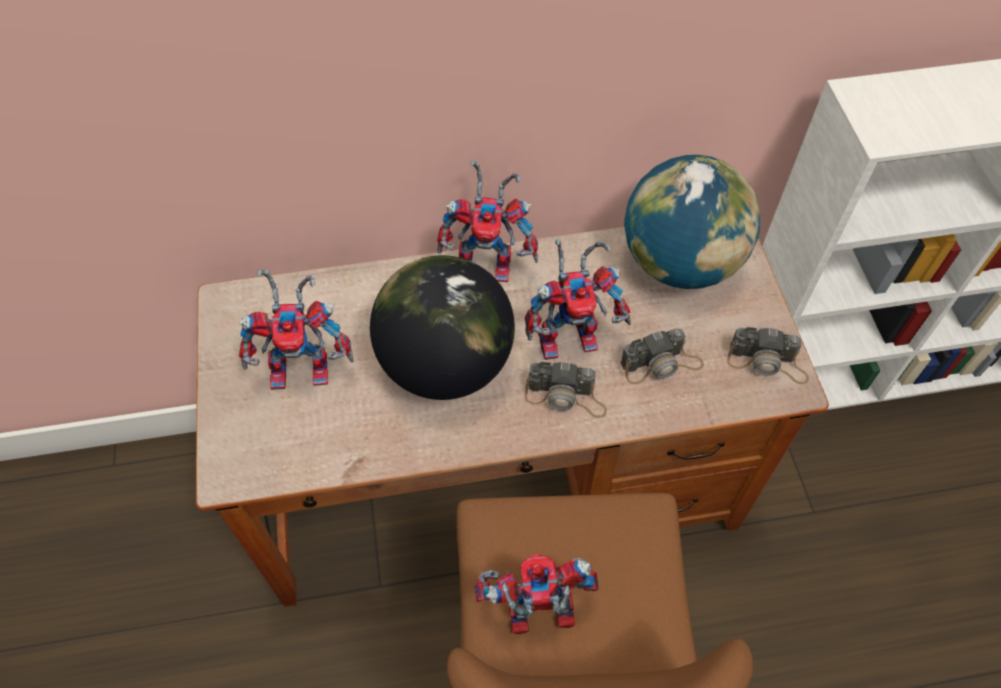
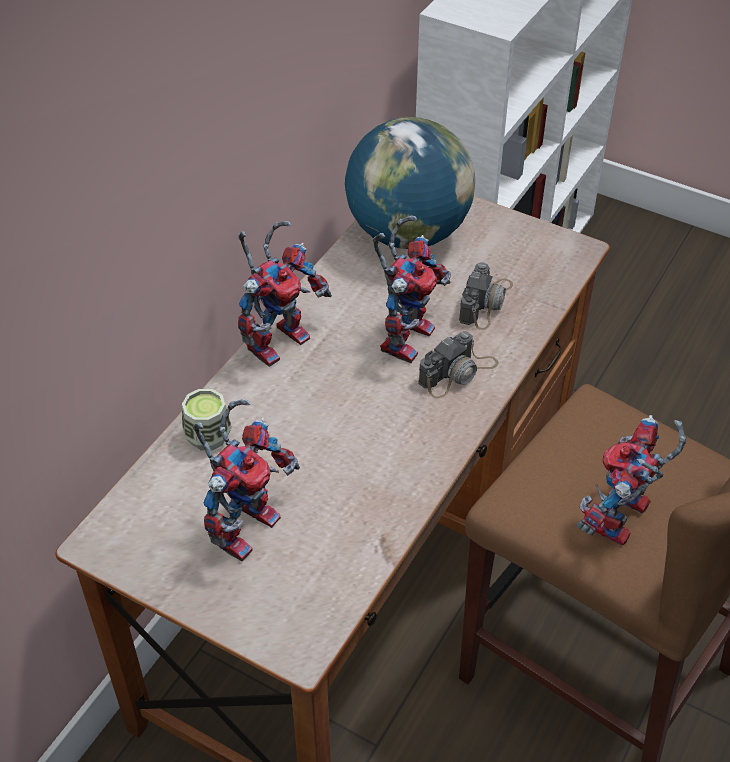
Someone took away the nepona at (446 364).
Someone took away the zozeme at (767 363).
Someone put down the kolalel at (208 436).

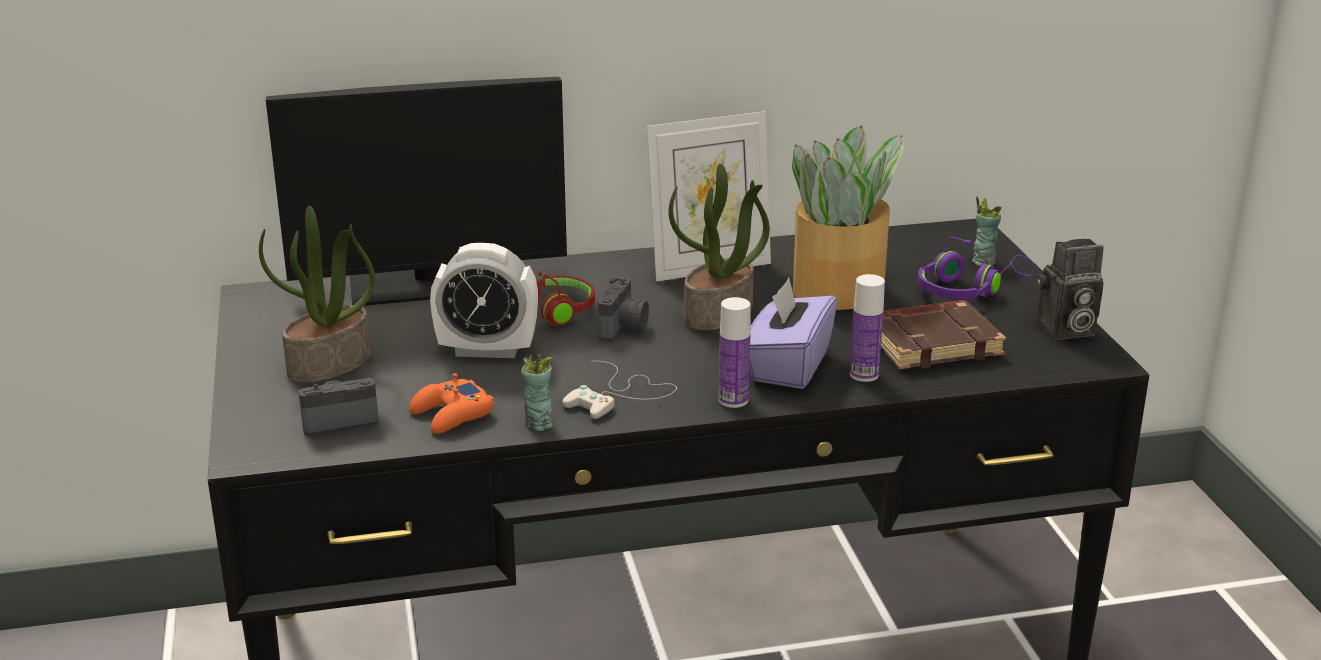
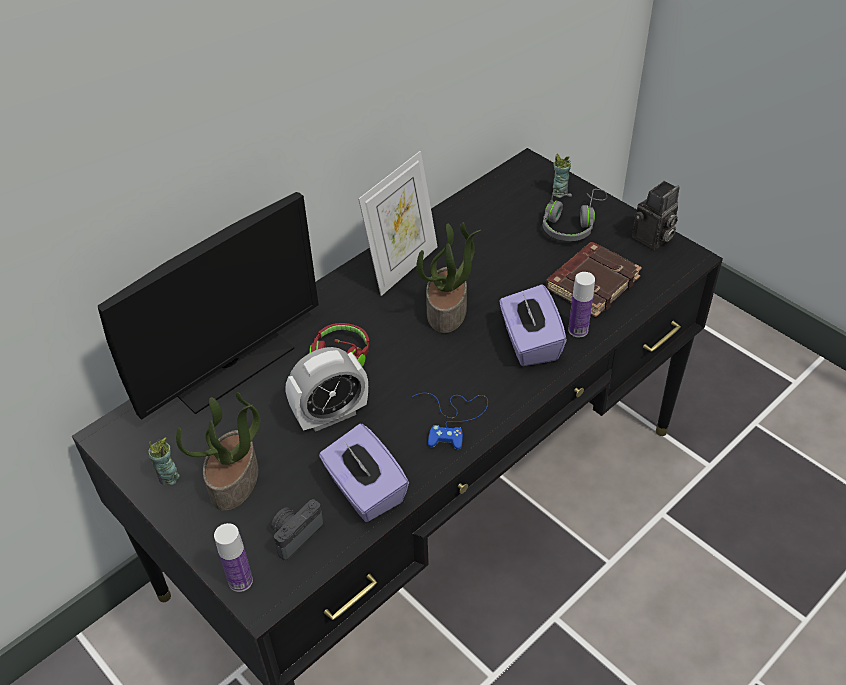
Someone swapped the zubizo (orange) at (451 415) for the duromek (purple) at (365 490).
Someone carried the kolalel from (538 423) to (168 477).
Someone repainted the zubizo (white) at (620 395), which became the zubizo (blue) at (454 418).
Someone took away the zozeme at (624 327).
Someone carried the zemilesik from (733 400) to (240 581).
Someone took away the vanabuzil at (840 290).
Someone repainted the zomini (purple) at (968 290), which became the zomini (grey) at (572 223).

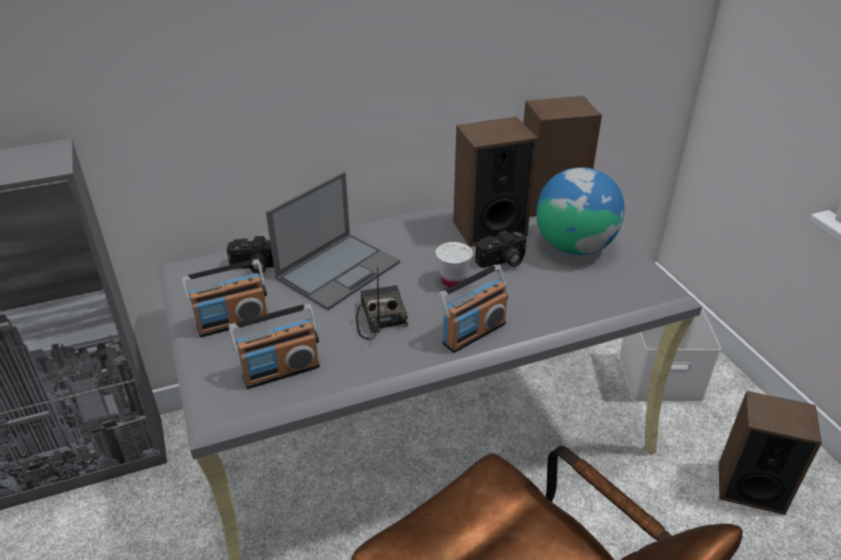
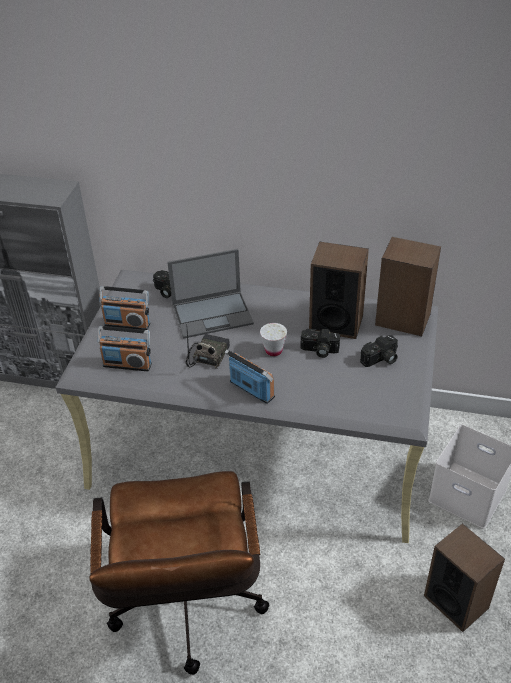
Someone rotated the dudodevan at (473 333) by 135 degrees counterclockwise.
Someone swapped the nepona at (574 246) for the zozeme at (381 359).

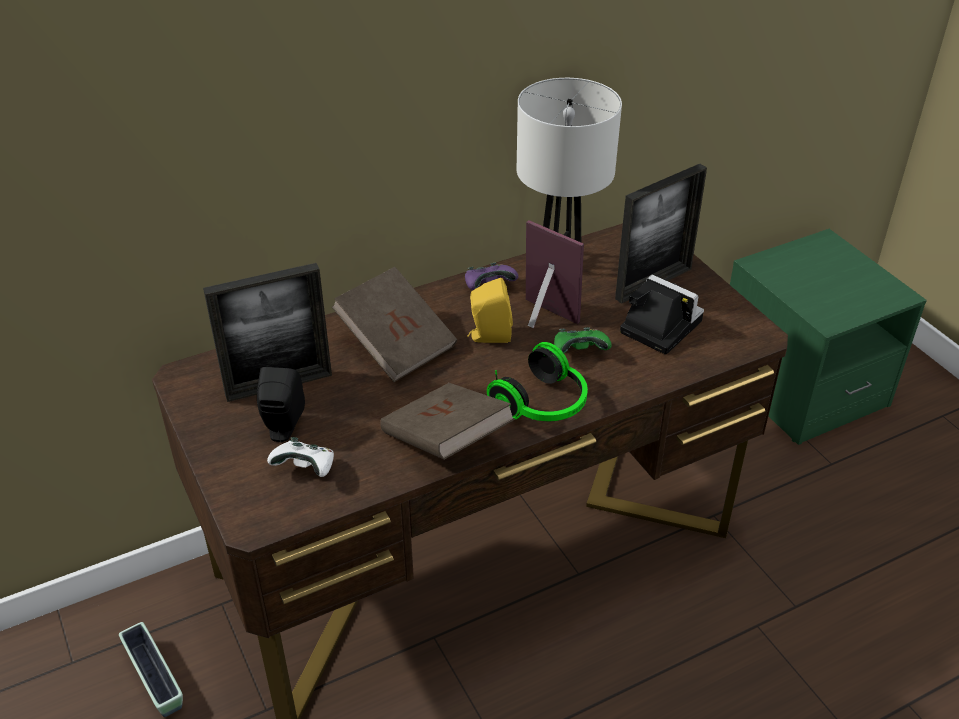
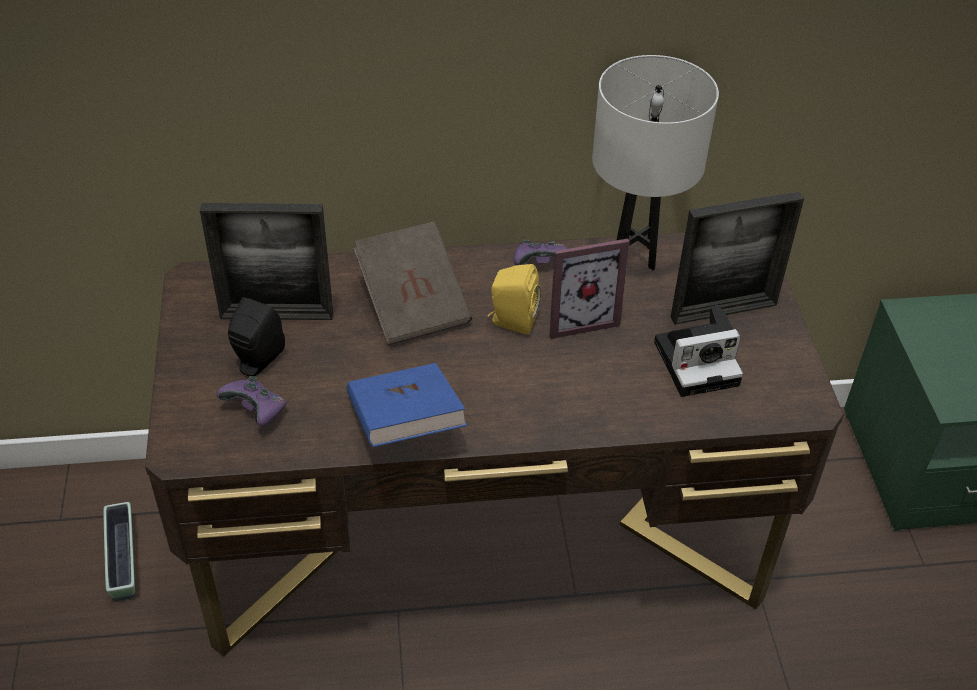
Someone repainted the zubizo (white) at (306 469), which became the zubizo (purple) at (256 412).
Someone repainted the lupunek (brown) at (446 441), which became the lupunek (blue) at (405 425).
Someone took away the zomini at (543 405).
Someone rotated the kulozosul at (542 319) by 105 degrees clockwise.
Someone took away the zubizo (green) at (579 352).
Someone rotated the zozeme at (657 326) by 105 degrees clockwise.

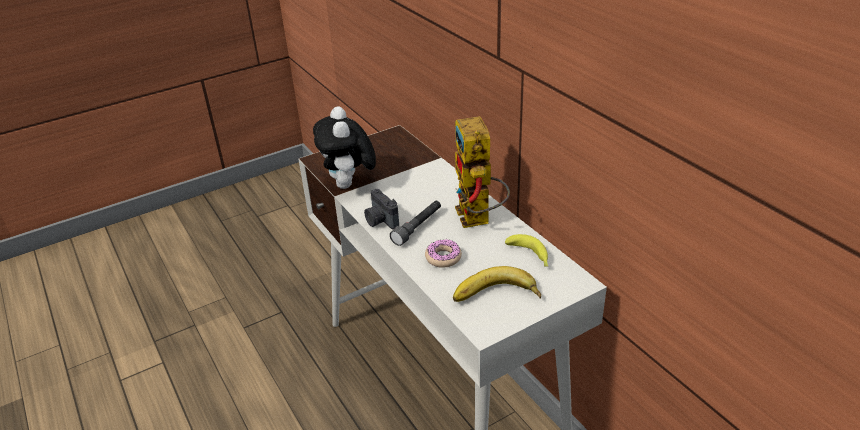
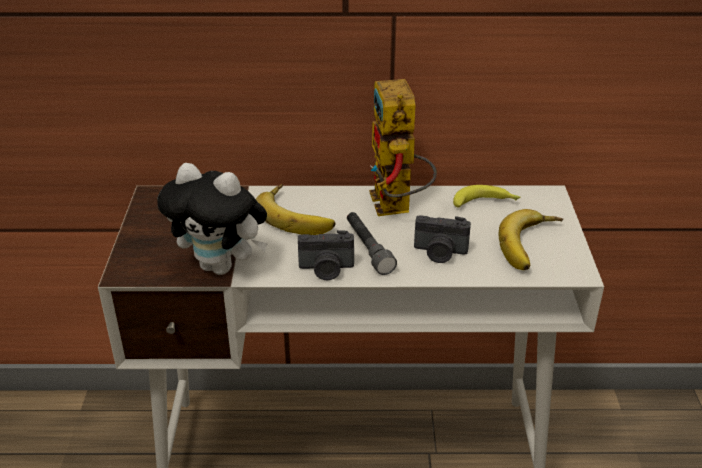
Someone swapped the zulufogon at (443 258) for the zozeme at (440 253).
Someone rotated the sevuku at (478 220) by 60 degrees clockwise.
Someone put down the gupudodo at (297 215).

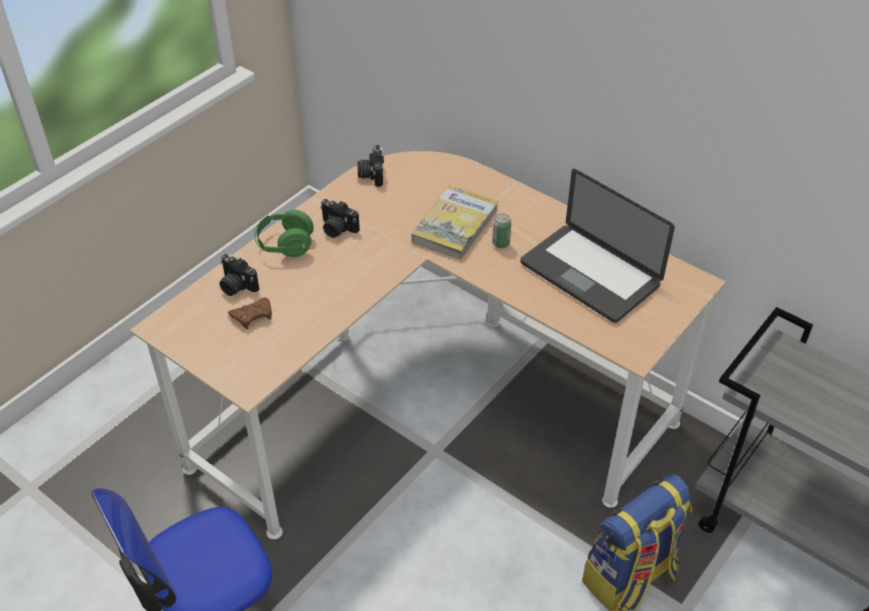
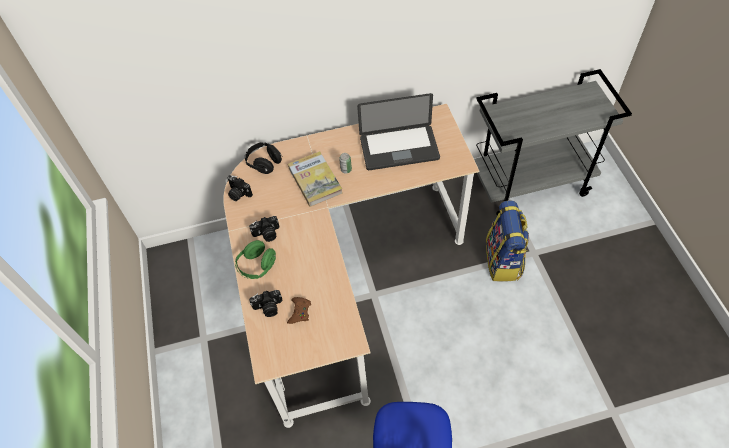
Someone put down the zomini (black) at (264 163).

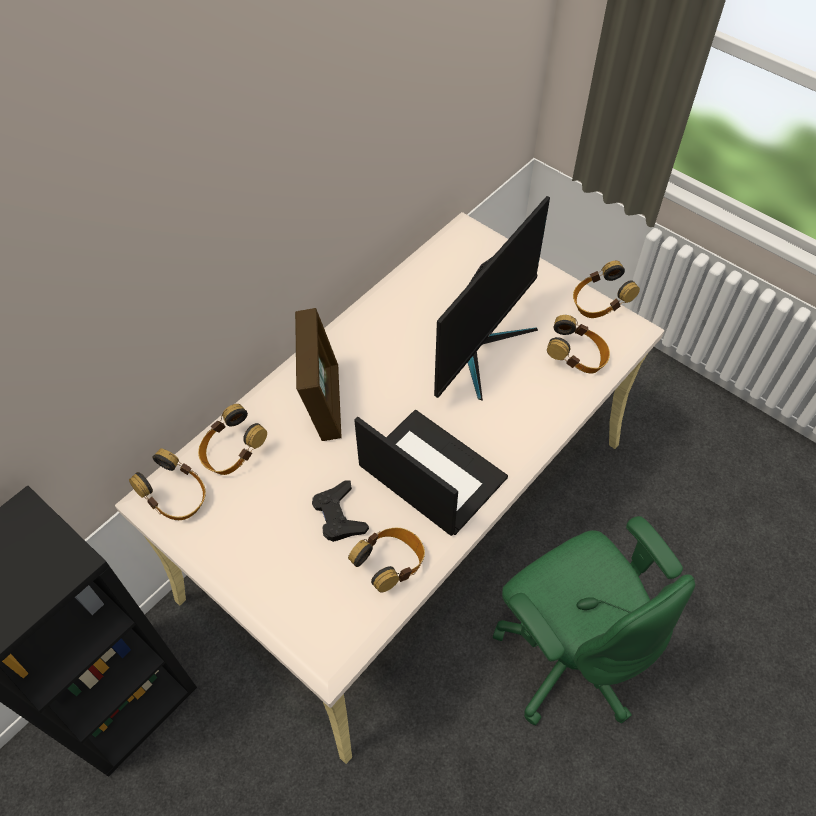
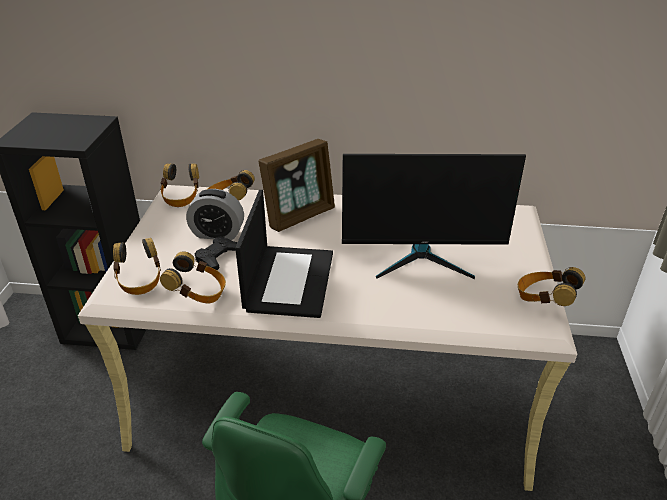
Someone carried the zomini from (576 358) to (140 280).
Someone put down the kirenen at (217 234).

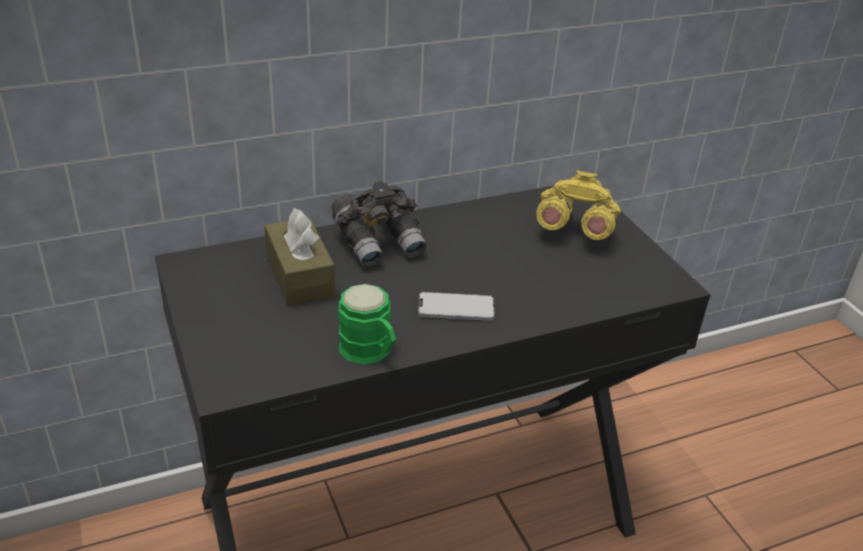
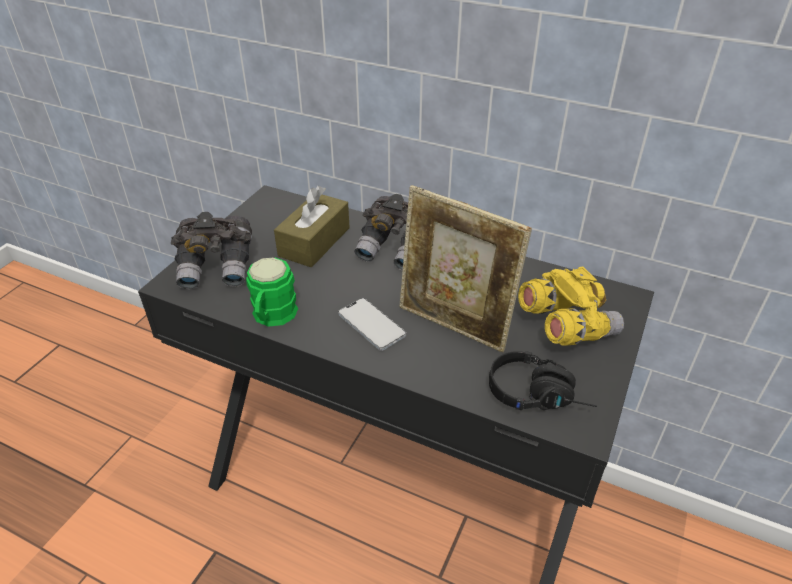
Someone put down the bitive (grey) at (217 267).
Someone put down the kulozosul at (454 325).
Someone put down the zomini (black) at (539 395).

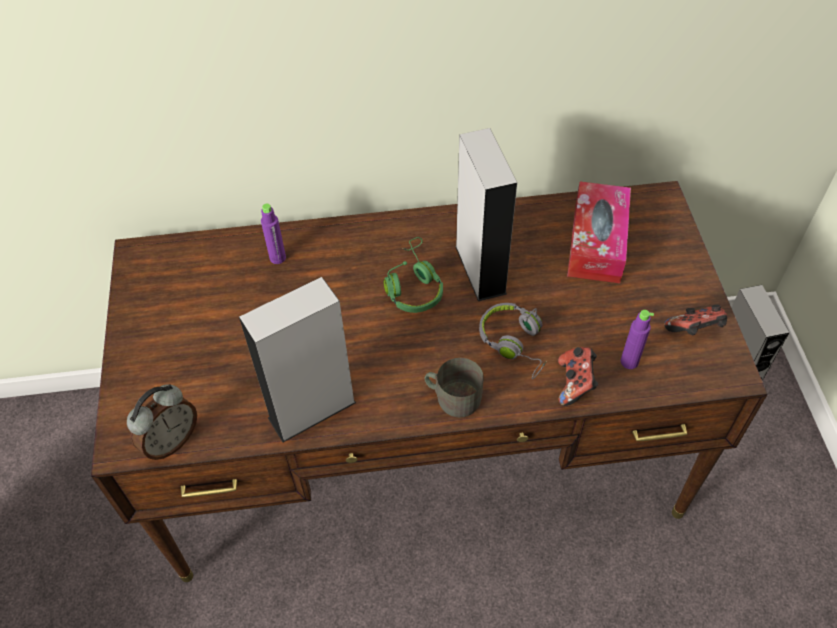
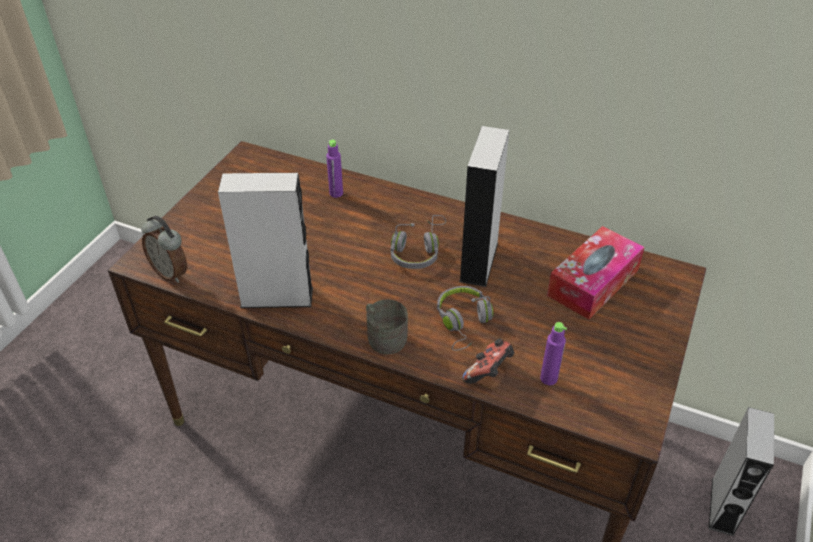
Someone rotated the kirenen at (171 441) by 60 degrees clockwise.
Someone repainted the zomini (green) at (413 285), which became the zomini (grey) at (418 250).
Someone took away the zubizo at (694 331).

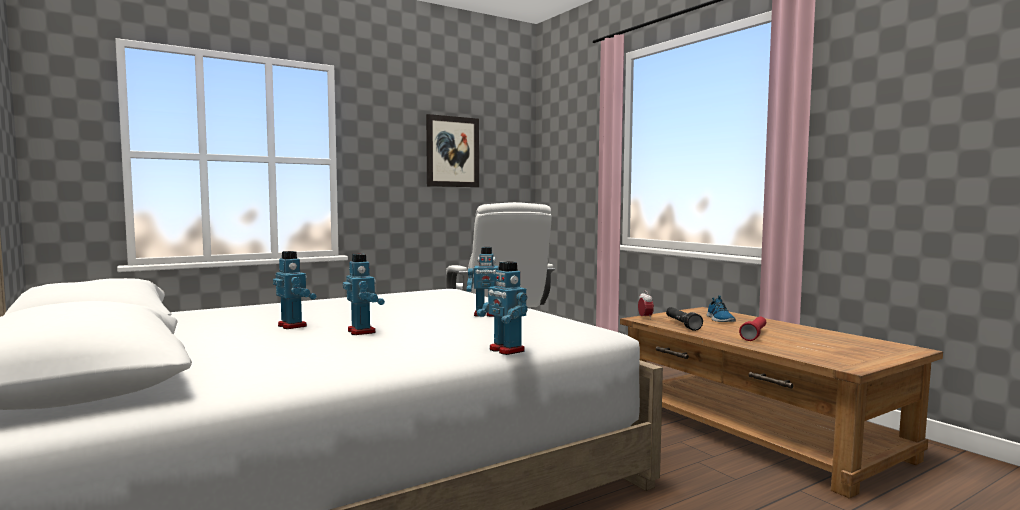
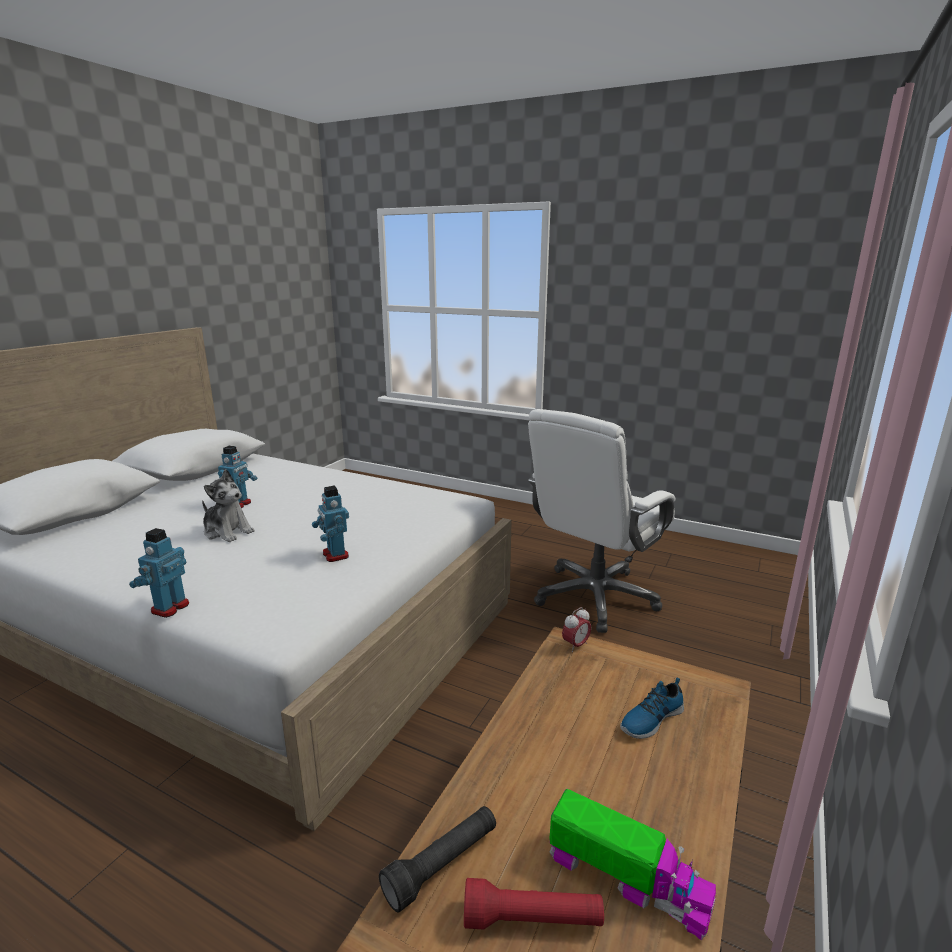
Someone swapped the sevuku at (362 331) for the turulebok at (227 531).
Someone took away the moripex at (452 152).
Someone carried the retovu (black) from (682 324) to (442 865).
Someone carried the retovu (red) from (754 335) to (532 920).
Someone put down the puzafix at (628 878).

